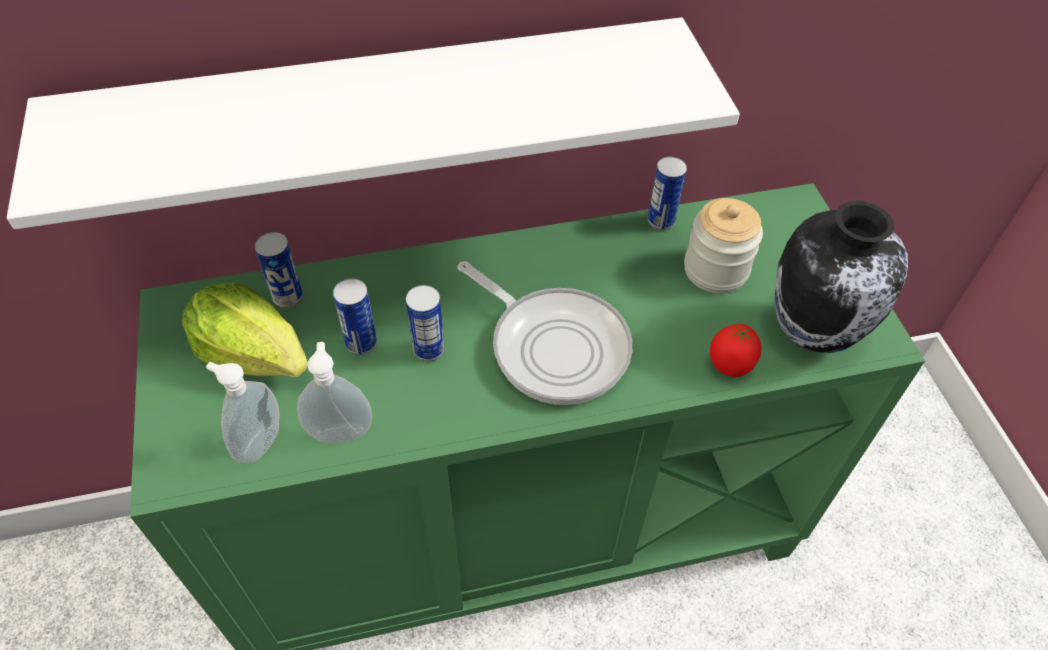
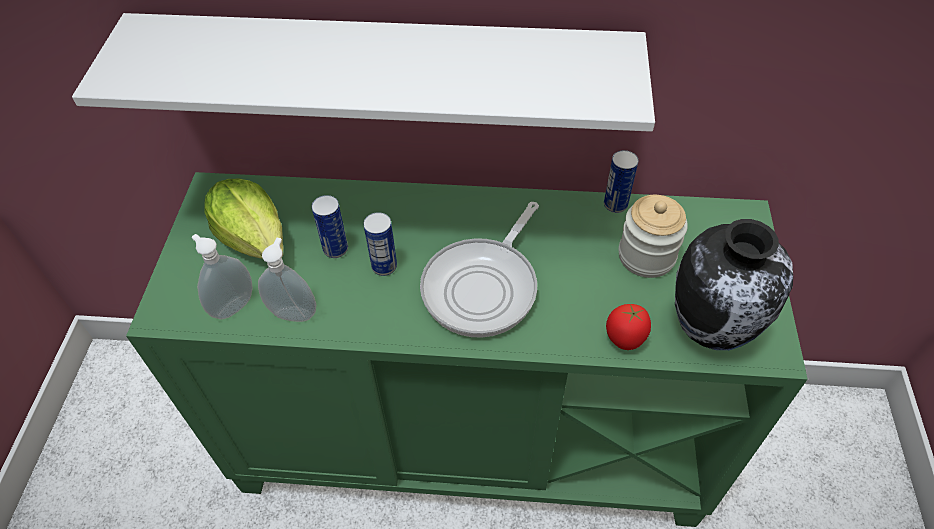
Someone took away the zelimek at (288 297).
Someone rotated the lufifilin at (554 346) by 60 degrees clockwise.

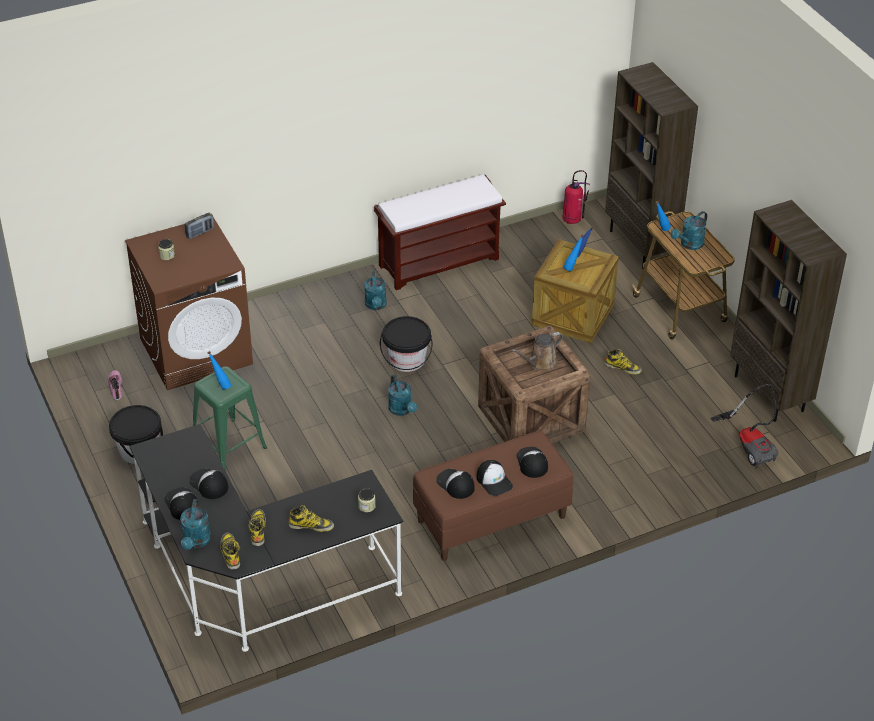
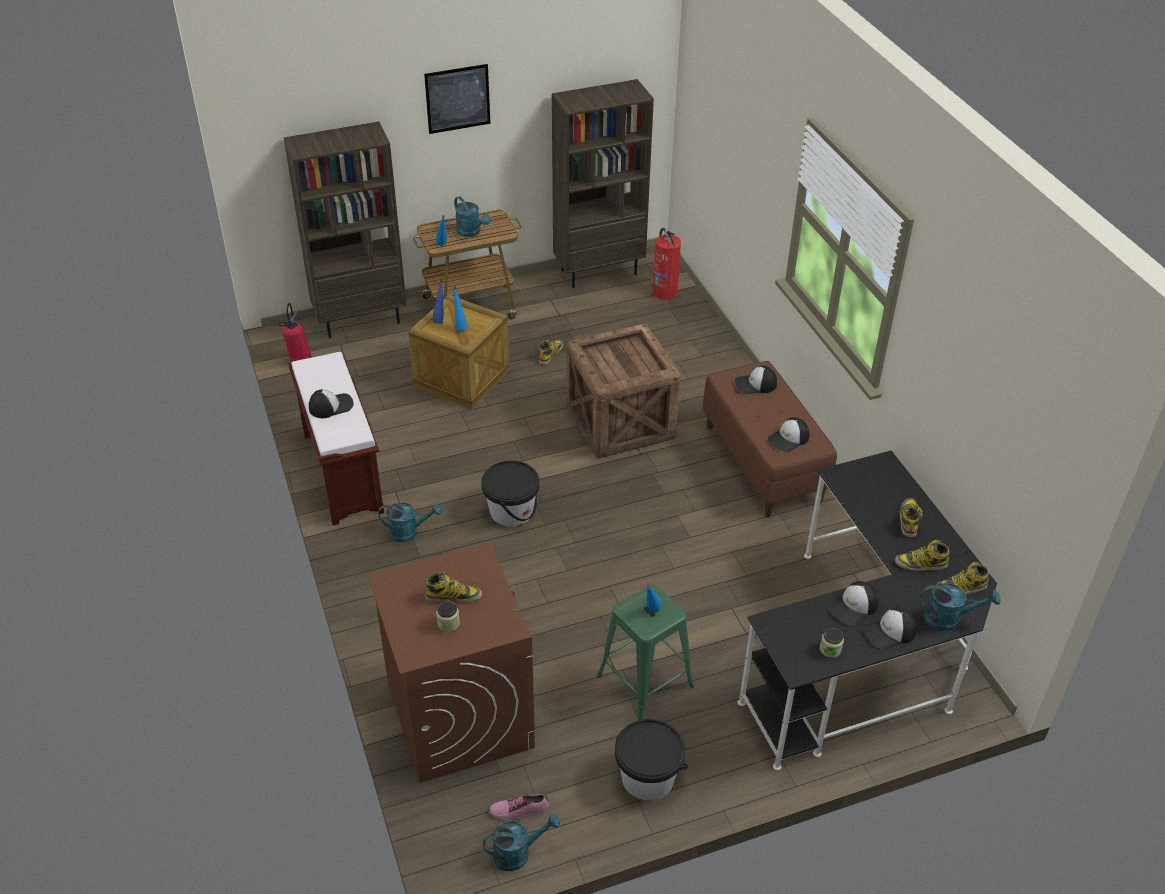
Someone took away the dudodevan at (200 232).
Someone carried the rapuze from (366 506) to (830 649).
Someone carried the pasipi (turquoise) from (402 410) to (518 853).
Someone carried the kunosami from (494 481) to (331 406).
Someone took away the pasipi (brown) at (540 363).
Someone swapped the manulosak at (750 444) for the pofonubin at (664 291).
Someone put up the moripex at (457 98).
Someone put down the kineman at (453 596).

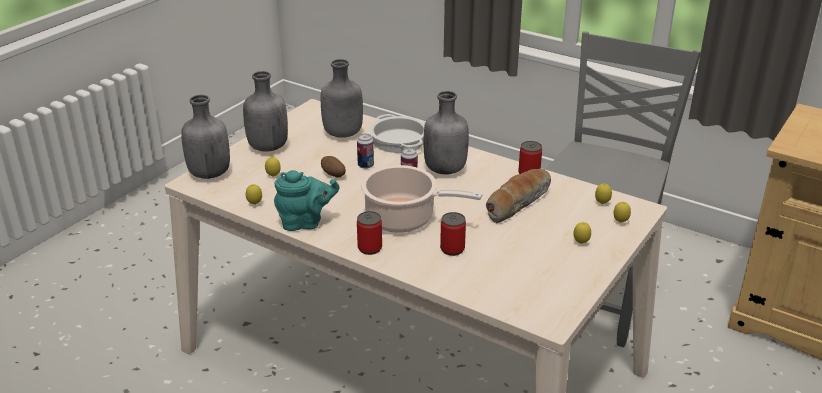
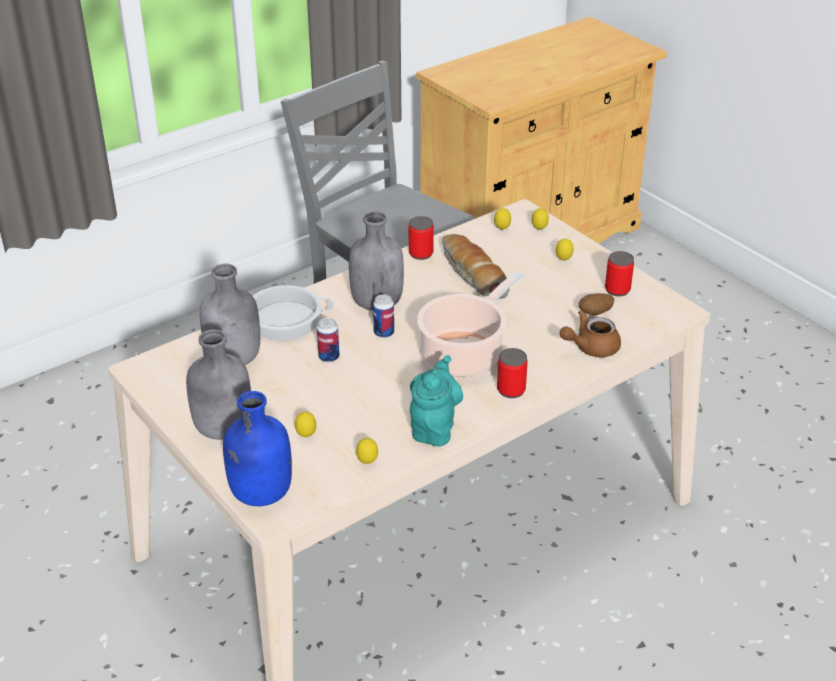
Someone repainted the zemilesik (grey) at (209 173), which became the zemilesik (blue) at (260 494).
Someone carried the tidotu from (333 175) to (595 313).
Someone carried the zelimek from (452 249) to (617 290).
Someone put down the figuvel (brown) at (590 348).

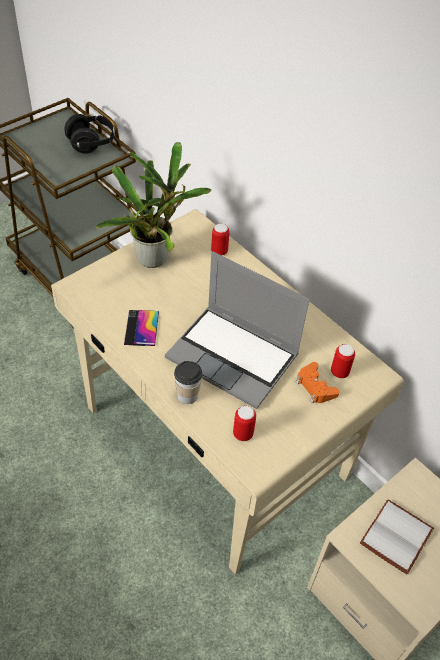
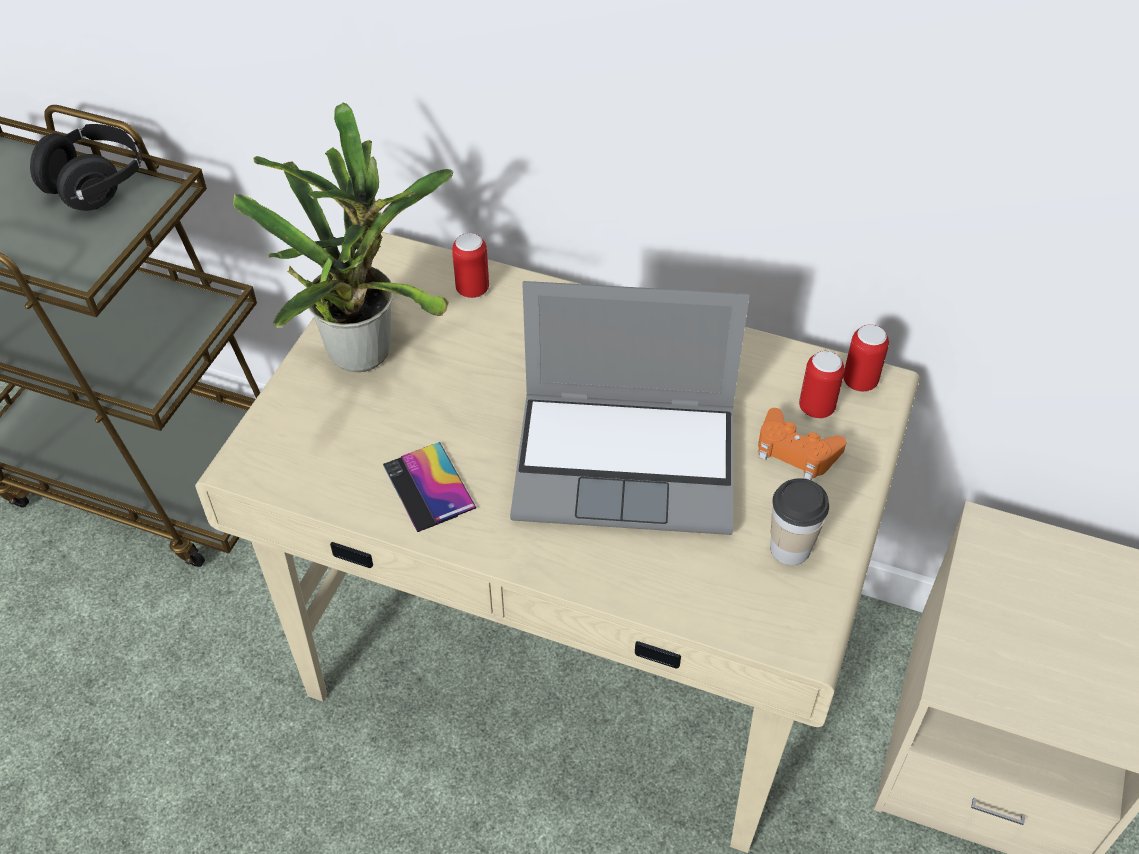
Someone carried the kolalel from (187 395) to (790 548).
Someone carried the zelimek from (243 434) to (859 382).
Someone took away the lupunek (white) at (397 538).

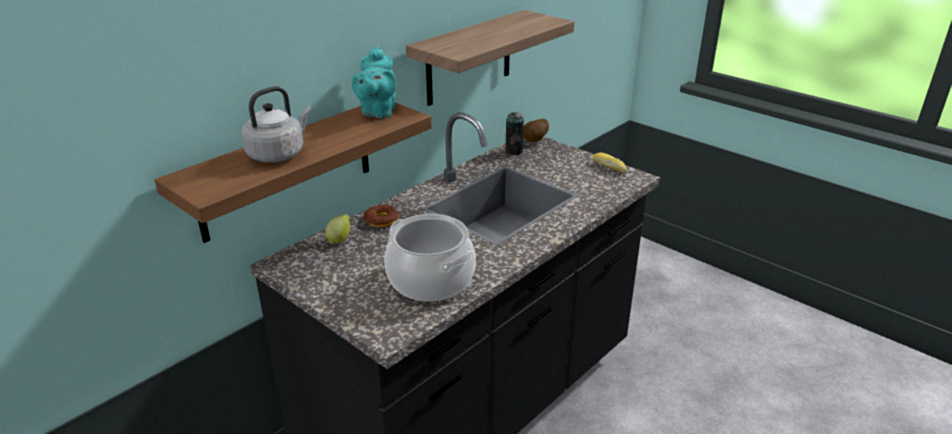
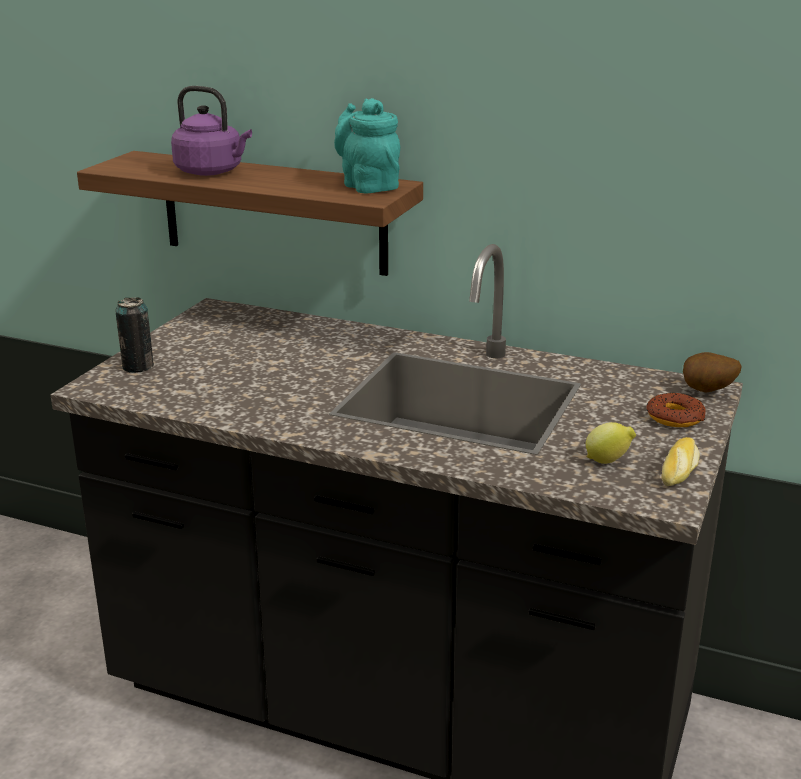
Someone repainted the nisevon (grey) at (278 154), which became the nisevon (purple) at (212 172).
Someone carried the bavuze from (340 239) to (608 461).
Someone rotated the figuvel (turquoise) at (377 112) by 75 degrees clockwise.
Someone carried the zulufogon from (381 220) to (675 417).
Someone took away the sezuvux at (431 279).
Someone took away the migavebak at (469 58).
Someone carried the zelimek from (513 151) to (138 366).

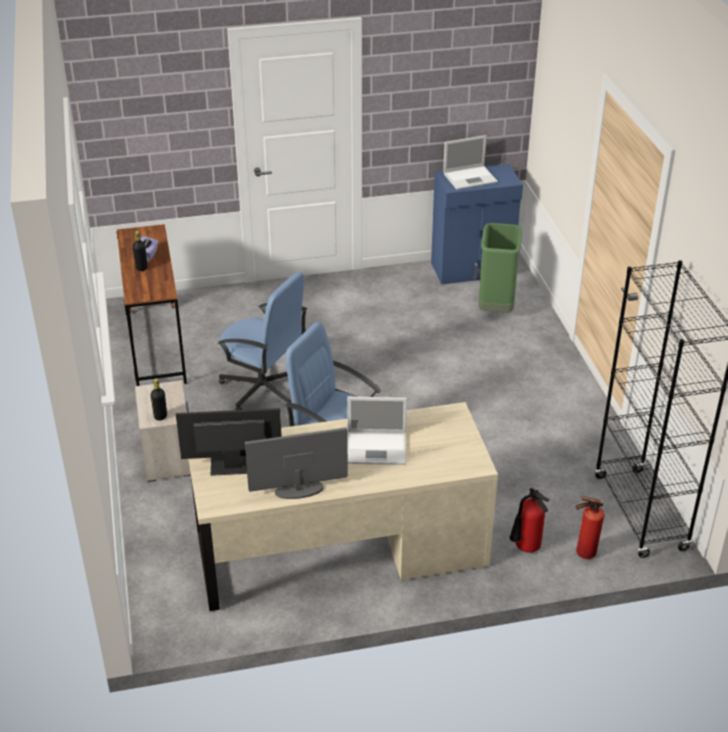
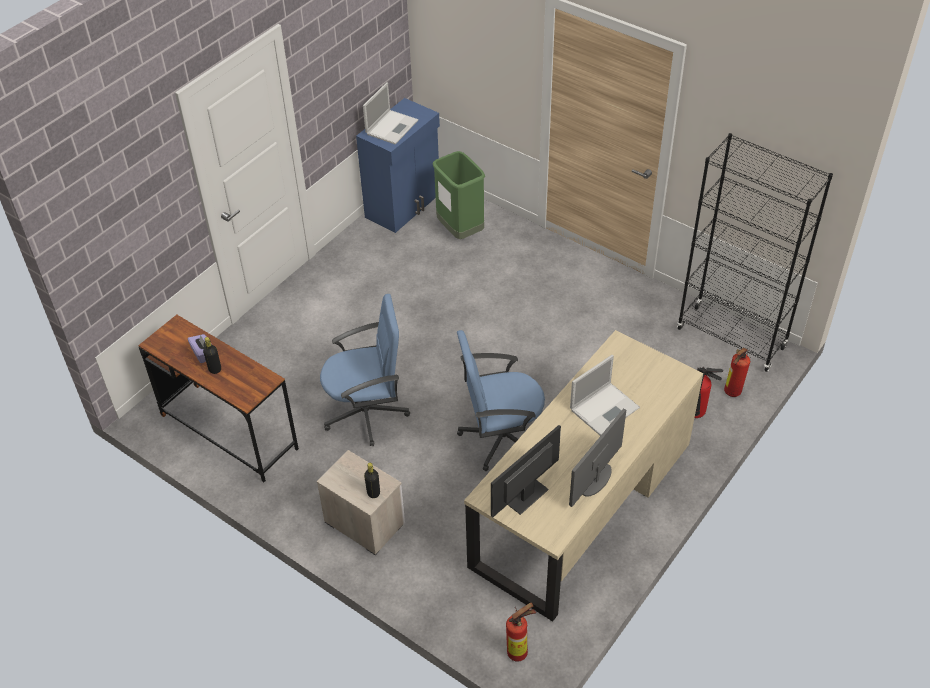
Someone put down the pofonubin at (520 652).

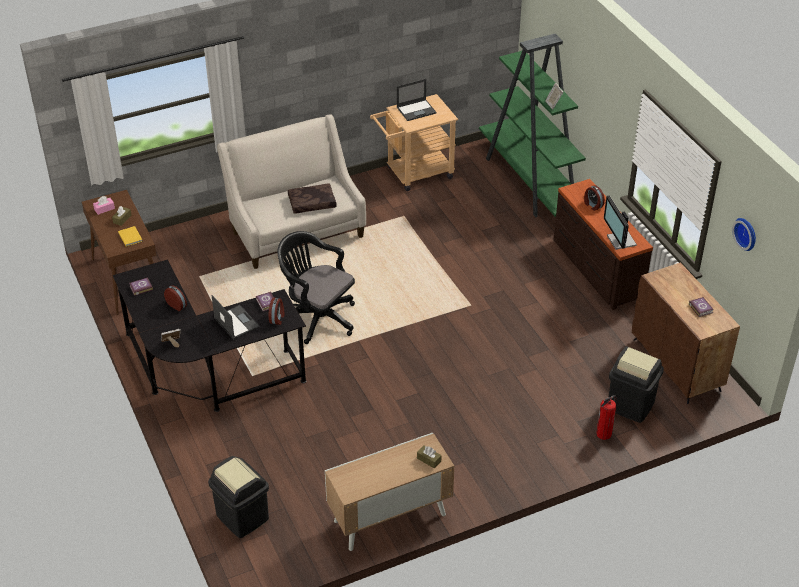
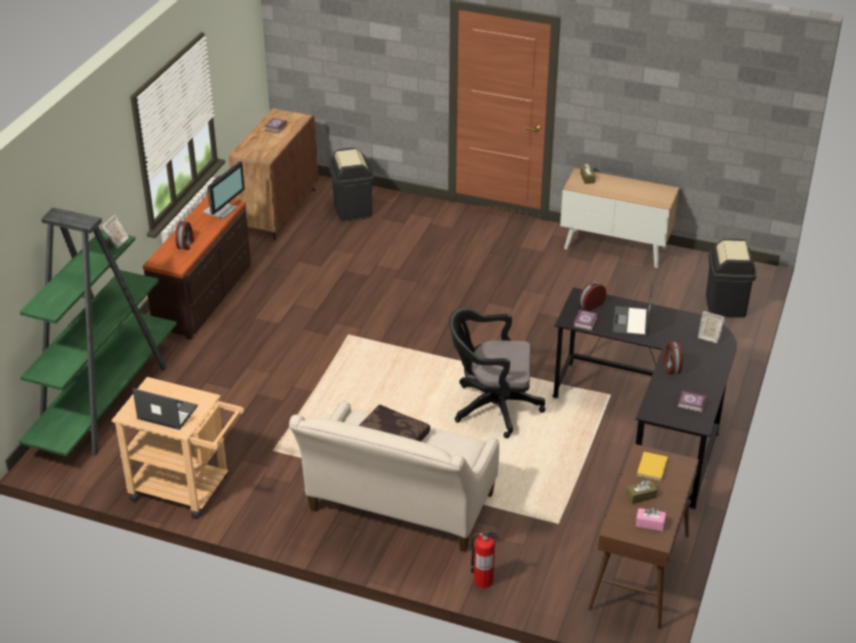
Someone rotated the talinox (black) at (317 317) by 105 degrees clockwise.
Someone carried the pofonubin from (604 434) to (483 580).
Someone took away the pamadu at (746 233).

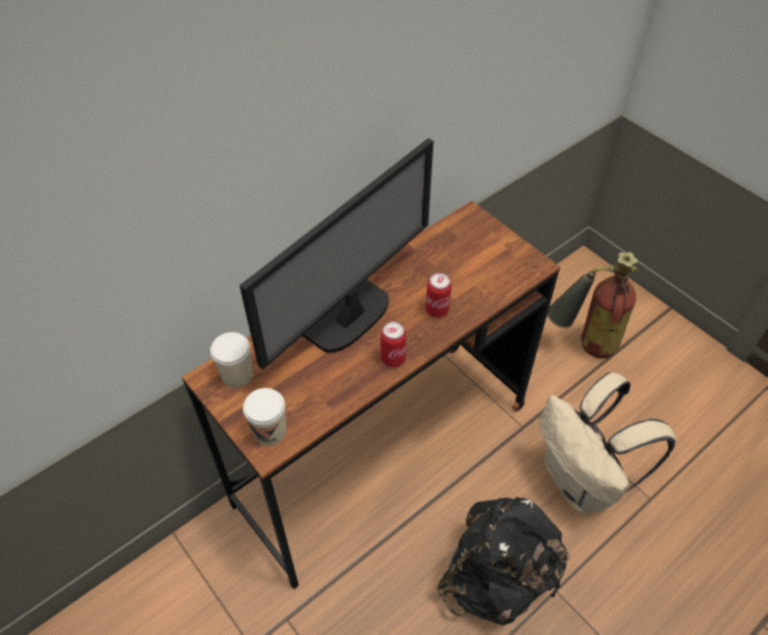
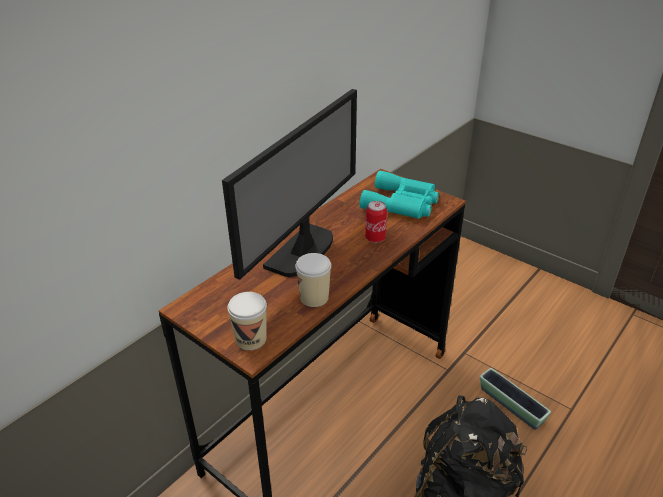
Someone carried the kolalel from (237 375) to (314 297).
Someone took away the zelimek at (393 359).
Someone swapped the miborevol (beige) at (582 482) for the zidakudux at (511 405).
Someone took away the pofonubin at (582 345).
Someone put down the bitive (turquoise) at (402 204).

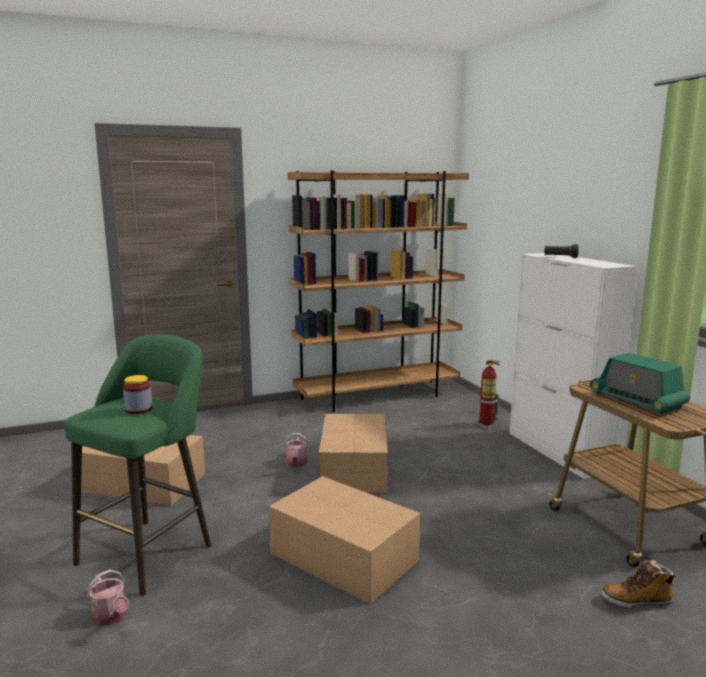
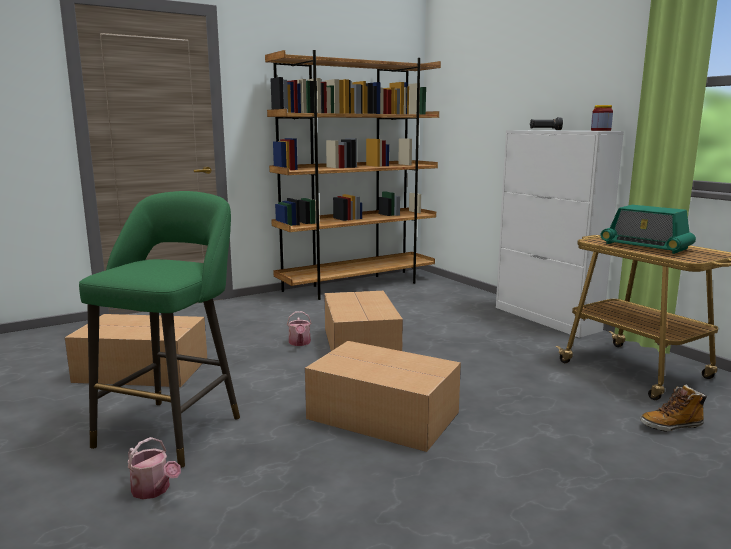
Someone carried the rapuze from (138 409) to (600 130).
Someone took away the pofonubin at (486 425).

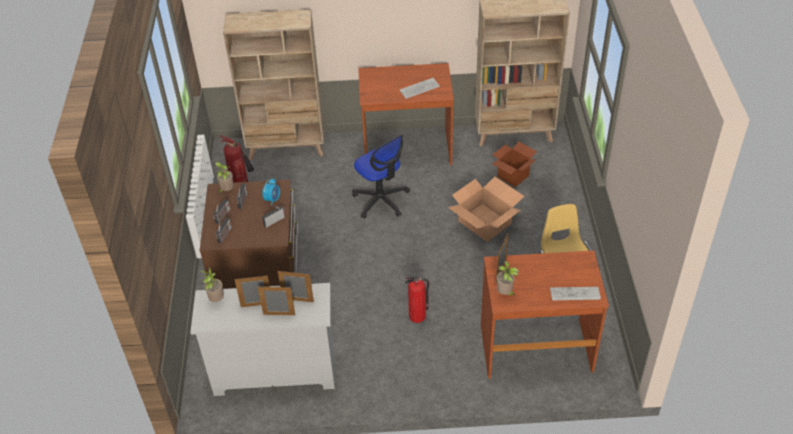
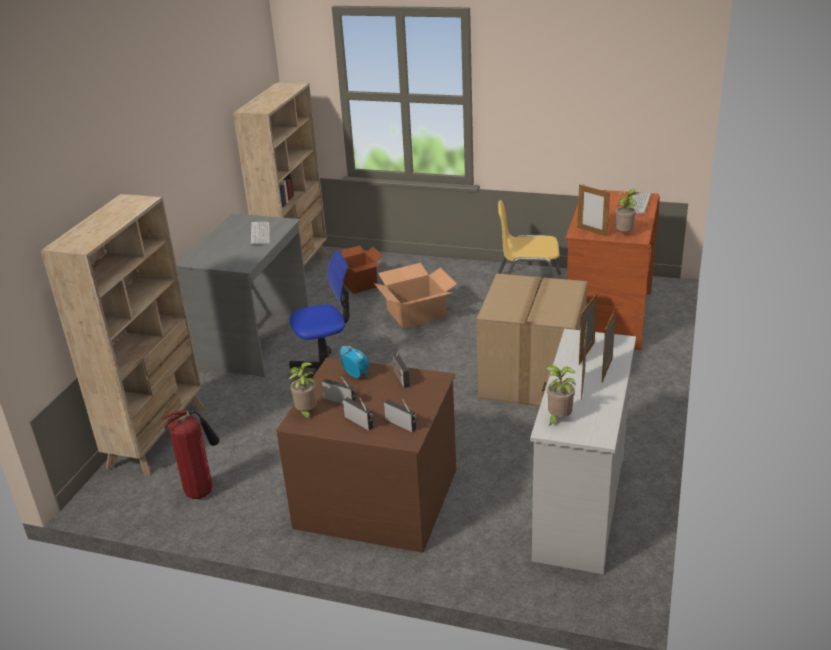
Someone repainted the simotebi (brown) at (407 150), which became the simotebi (grey) at (256 341).
Someone swapped the pofonubin at (417 316) for the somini at (533 379).

